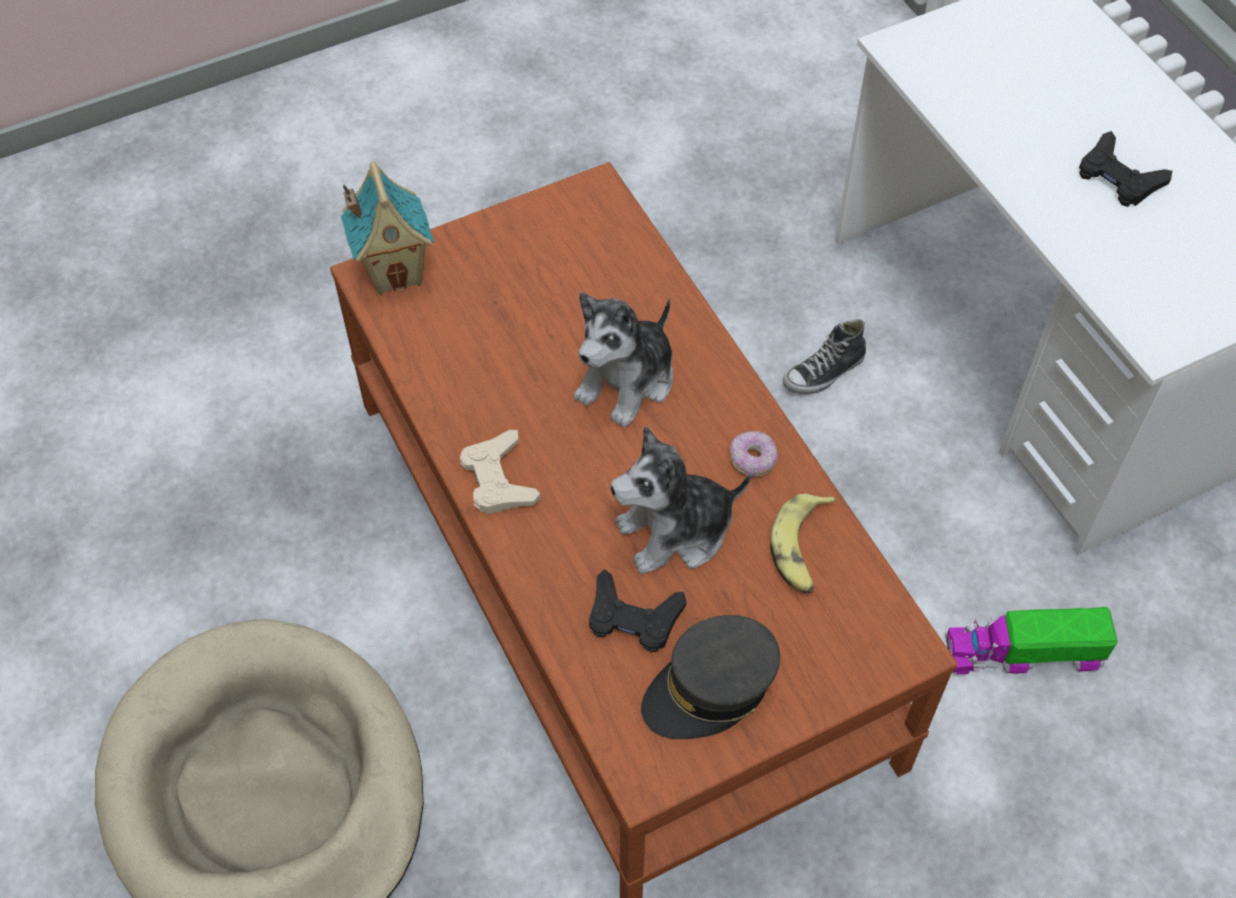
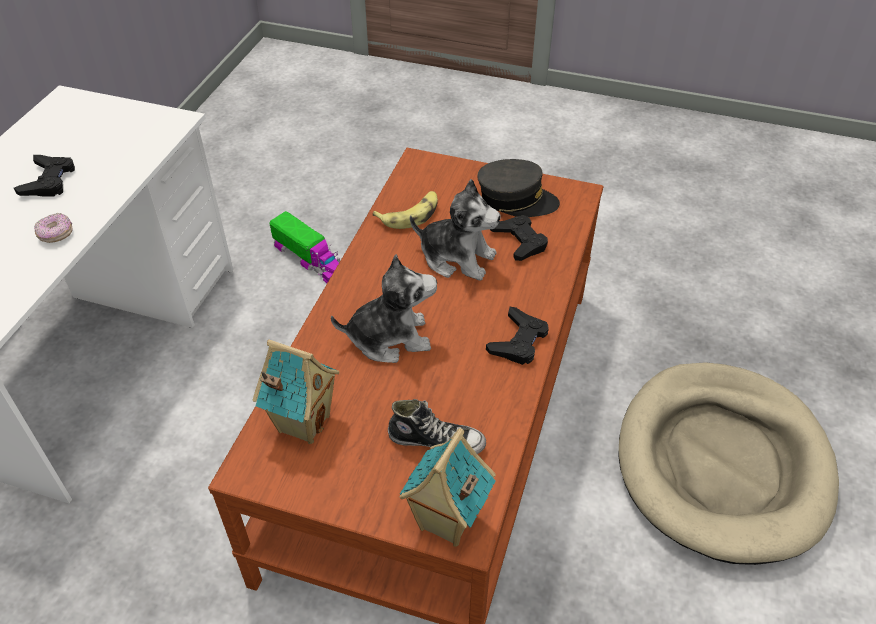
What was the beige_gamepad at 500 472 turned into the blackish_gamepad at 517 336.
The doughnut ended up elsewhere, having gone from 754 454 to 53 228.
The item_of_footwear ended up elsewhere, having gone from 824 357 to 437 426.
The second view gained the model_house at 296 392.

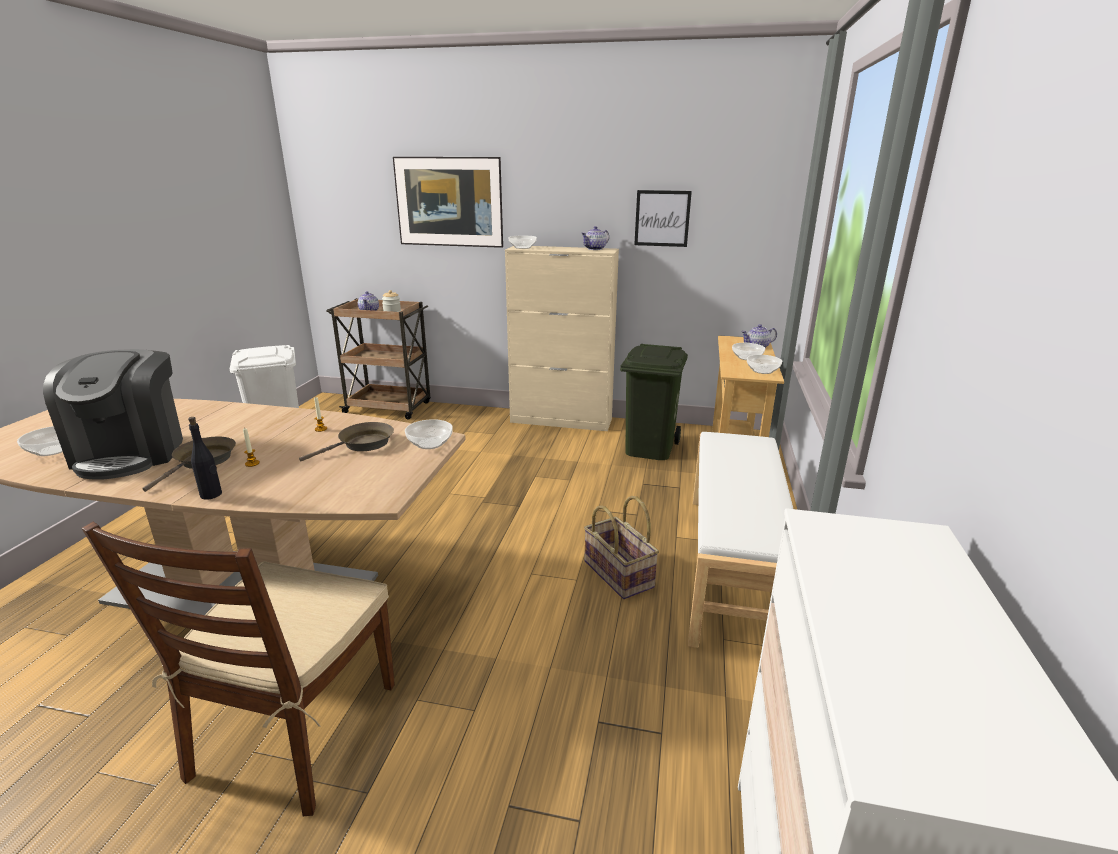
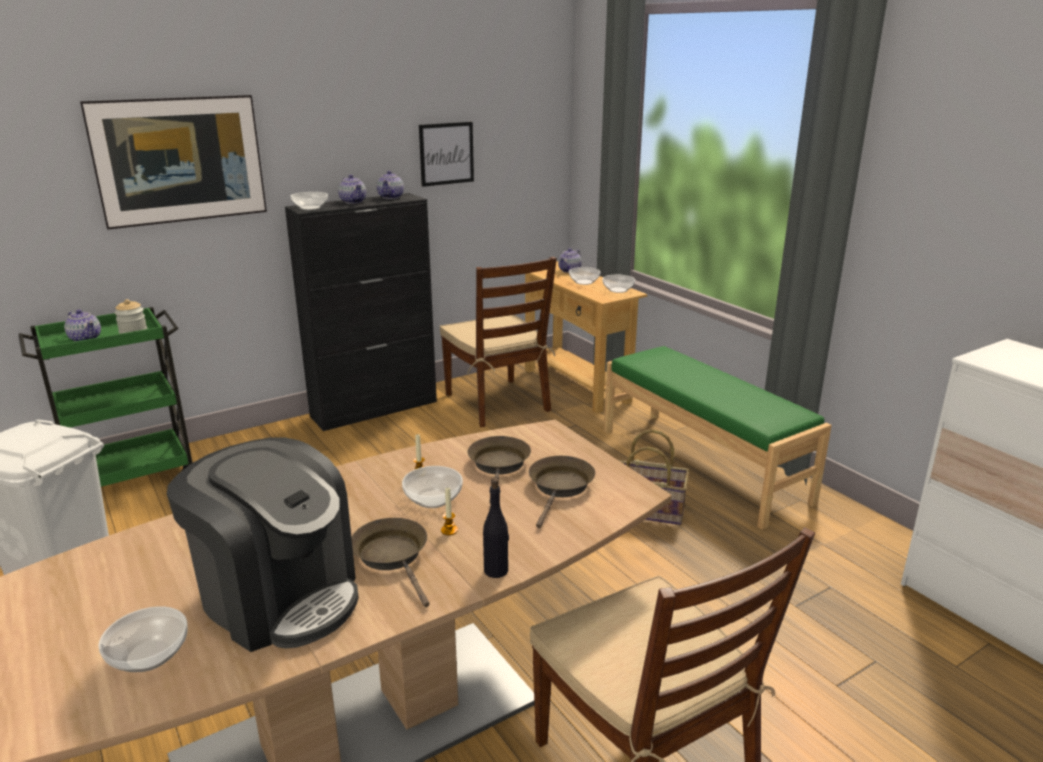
What was the brownish_wheeled_cart at 378 358 turned into the greenish_wheeled_cart at 105 397.
The deep_dish ended up elsewhere, having gone from 429 434 to 432 487.
What was the beige_cabinet at 562 338 turned into the blackish_cabinet at 361 312.
Where the greenish_waste_bin stood at 654 402, the brownish_plain_chair came to stand at 498 342.
What was the white_bench at 740 540 turned into the greenish_bench at 718 437.
The second view gained the teapot at 352 189.
The second view gained the brownish_skillet at 562 492.

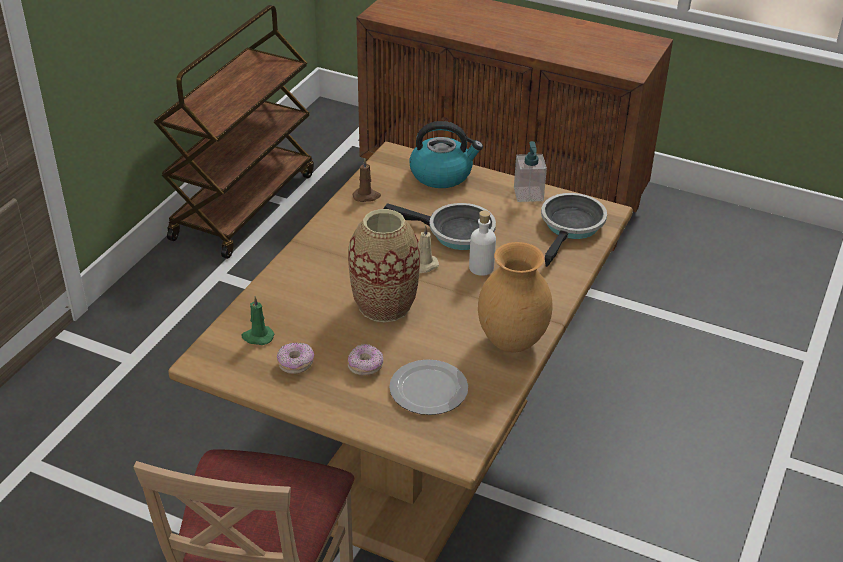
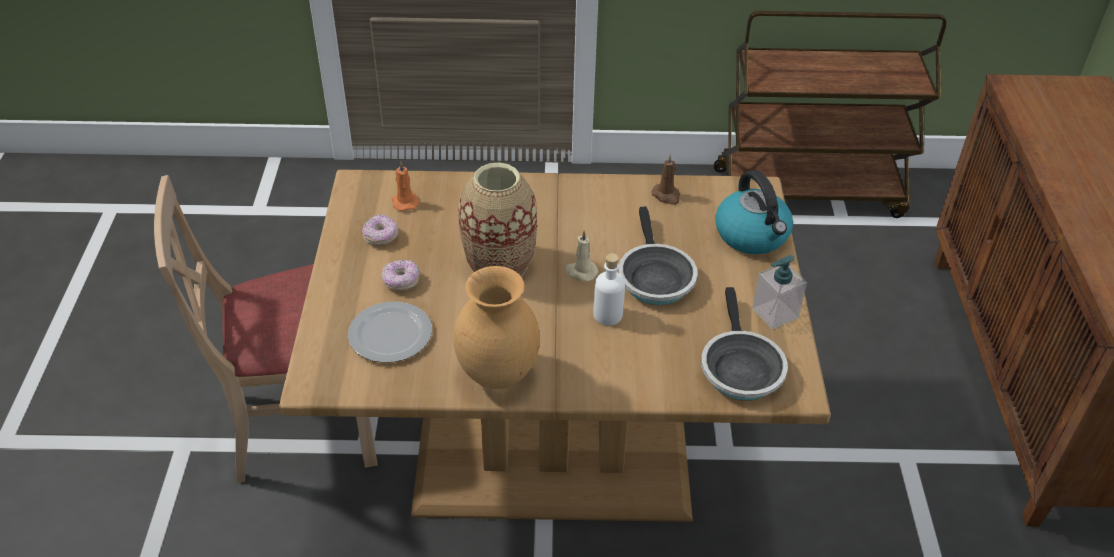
What was the greenish_wax_candle at 257 320 turned into the orangey_wax_candle at 406 186.
The skillet at 574 230 ended up facing another way, 90 degrees clockwise from before.

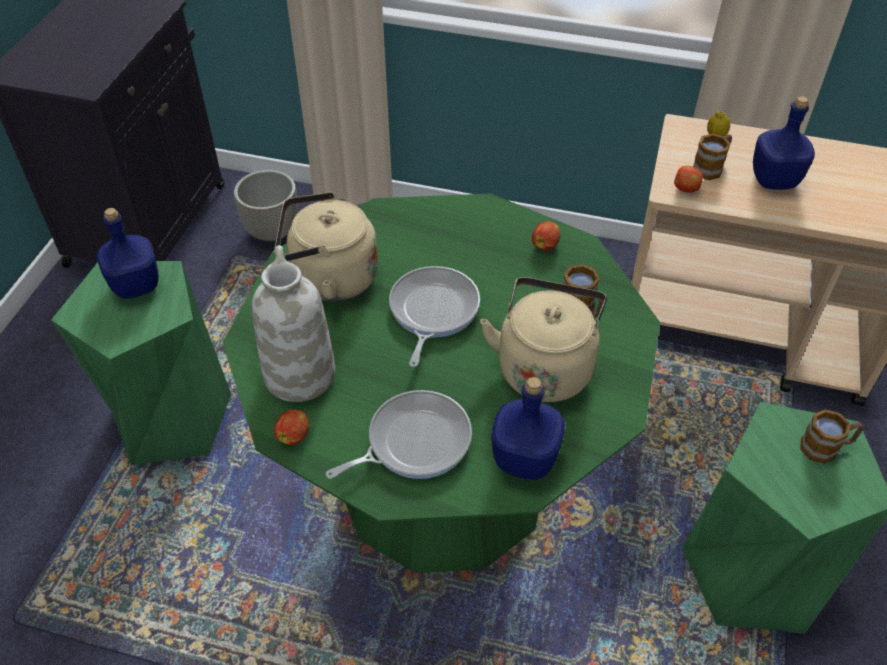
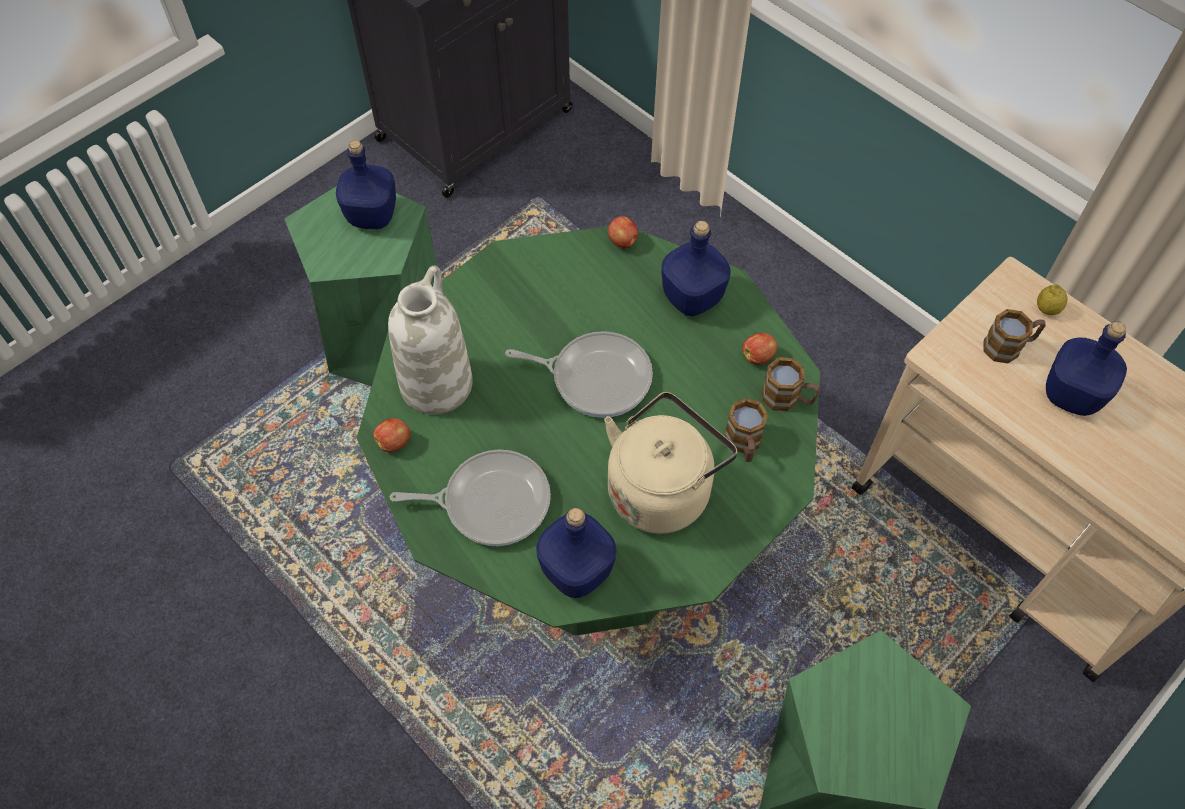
The second view lost the grey_flower_pot at 266 206.
The second view lost the beige_water_kettle at 326 247.
The skillet at 434 316 ended up facing another way, 60 degrees clockwise from before.
The apple_fruit ended up elsewhere, having gone from 688 179 to 623 232.
The tea_mug ended up elsewhere, having gone from 831 436 to 791 384.
The second view gained the blue_bottle at 696 268.

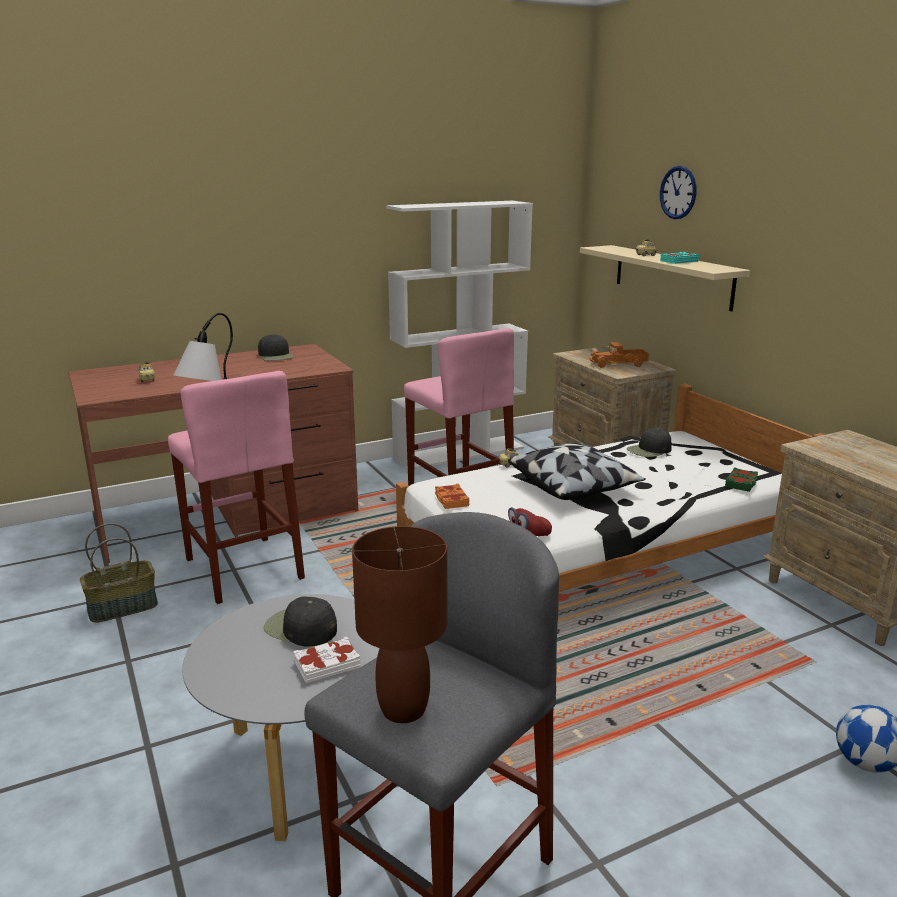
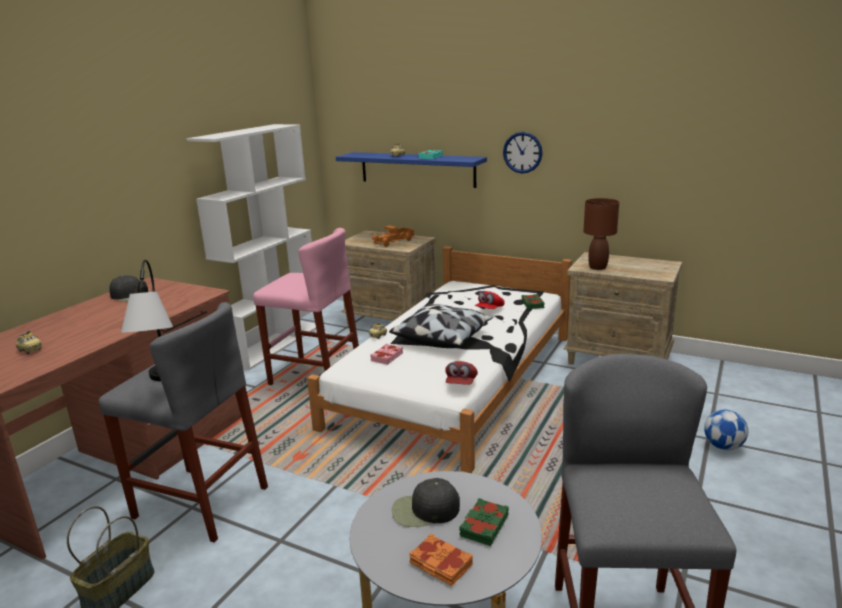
What was the pink_stool_seat at 236 487 turned into the grey_stool_seat at 183 422.
What was the white_bound_book at 327 660 turned into the greenish_bound_book at 484 522.
The brownish_tabletop_lamp ended up elsewhere, having gone from 399 624 to 601 234.
The orangey_bound_book ended up elsewhere, having gone from 452 496 to 441 559.
What was the beige_shelf at 665 278 turned into the blue_shelf at 411 170.
The second view lost the blackish_baseball_cap at 649 442.
The clock_on_the_wall ended up elsewhere, having gone from 678 192 to 523 152.
The second view gained the pink_bound_book at 386 354.
The second view gained the reddish_baseball_cap at 490 300.

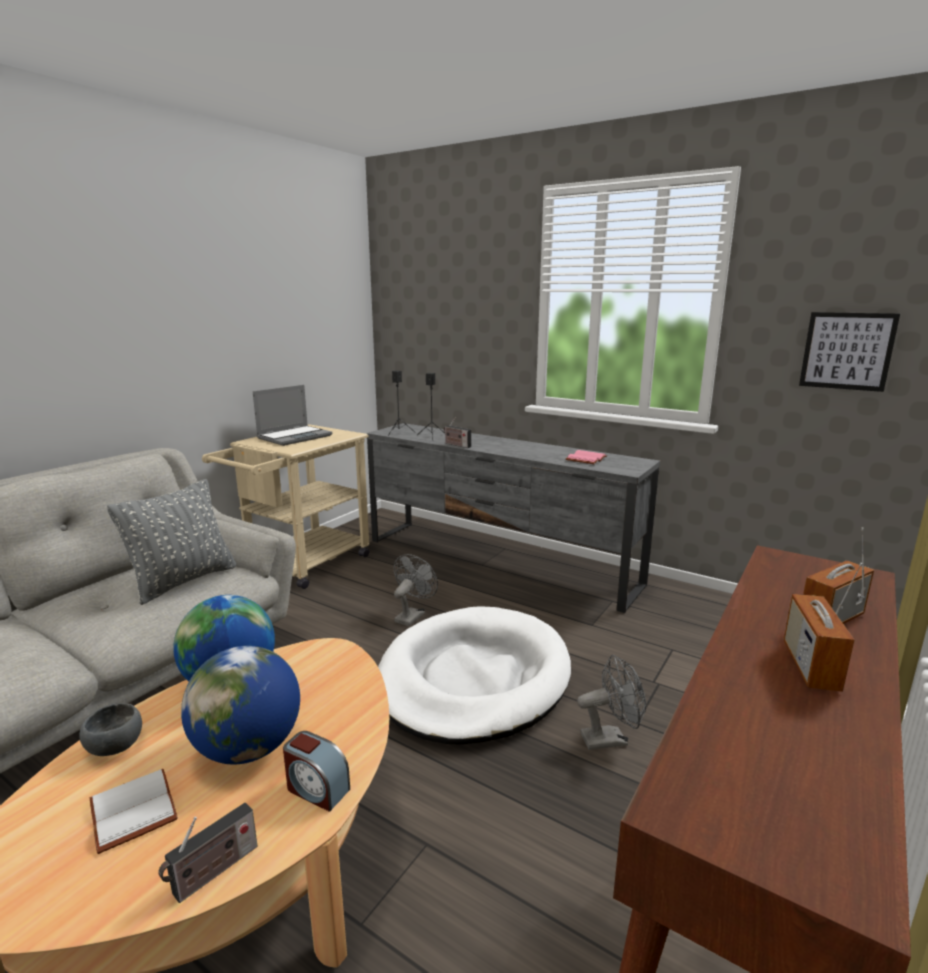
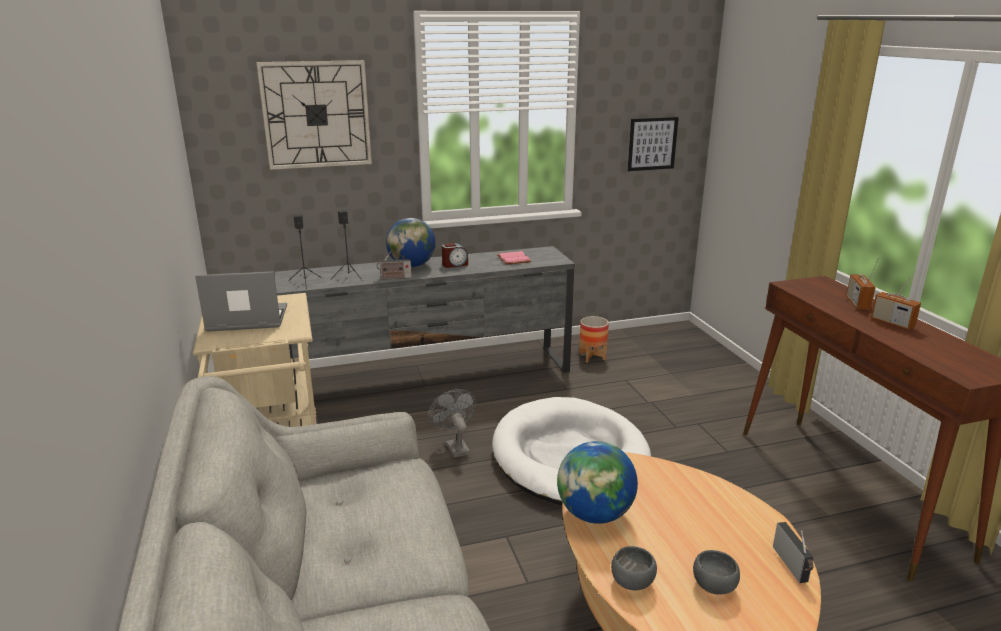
Where the white_bound_book stood at 134 811, the grey_deep_dish came to stand at 716 572.
The second view lost the grey_pillow at 171 542.
The desk_globe ended up elsewhere, having gone from 240 705 to 411 242.
The notebook_computer at 292 415 ended up facing another way, 90 degrees counterclockwise from before.
The table_clock ended up elsewhere, having gone from 316 771 to 455 255.
The second view lost the grey_electric_fan at 611 702.
The second view gained the clock_on_the_wall at 314 115.
The second view gained the flower_pot at 594 339.

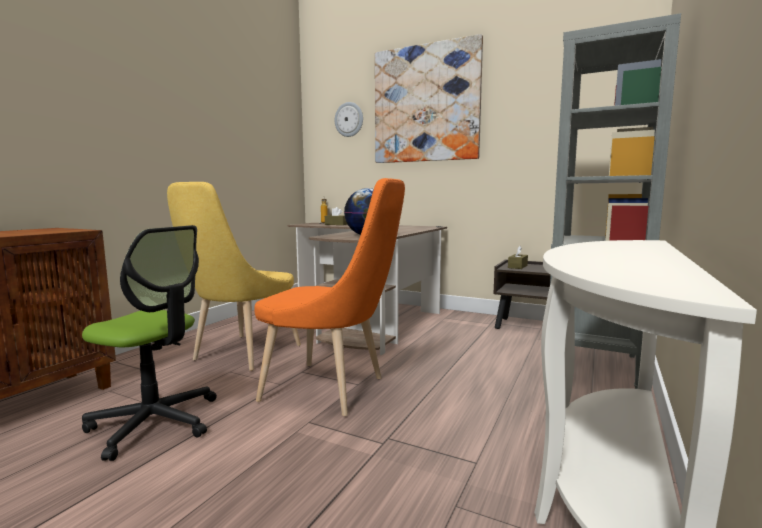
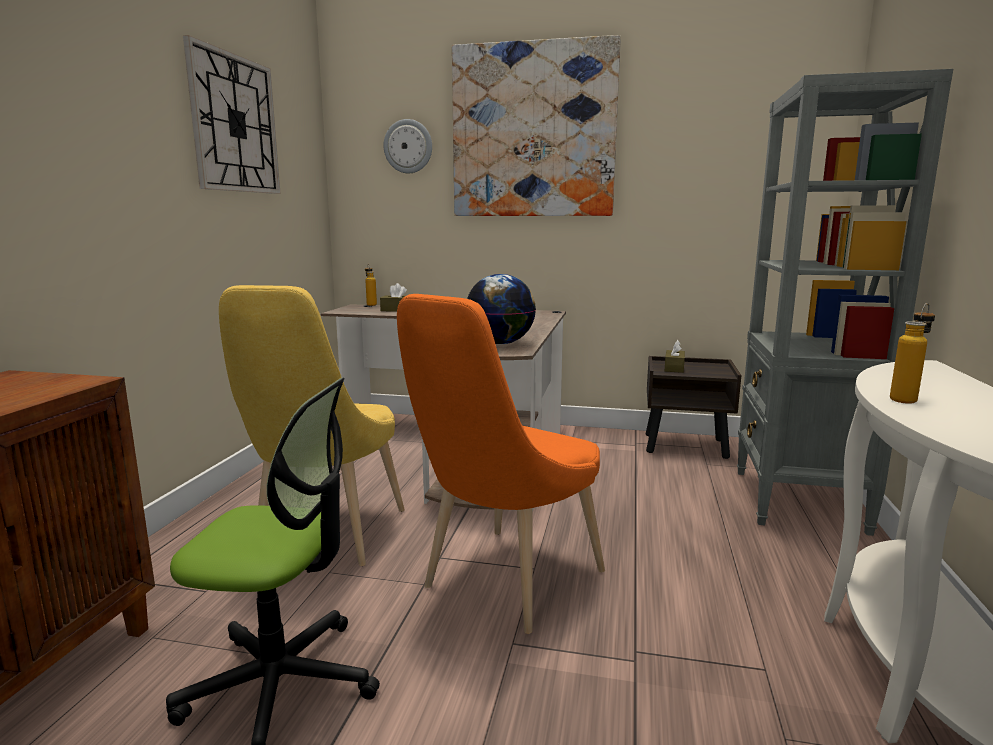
The orangey_plain_chair at 329 297 ended up facing another way, 120 degrees clockwise from before.
The second view gained the clock_on_the_wall at 232 114.
The second view gained the bottle at 912 353.

